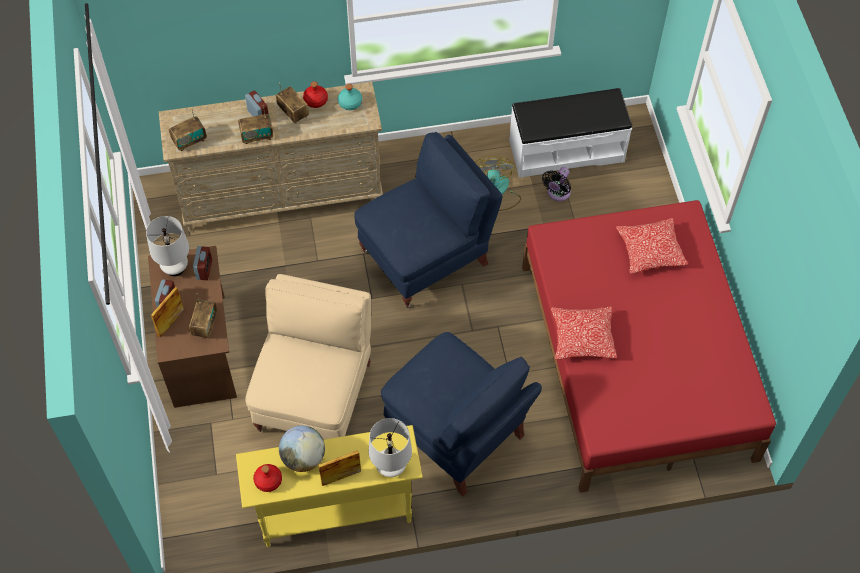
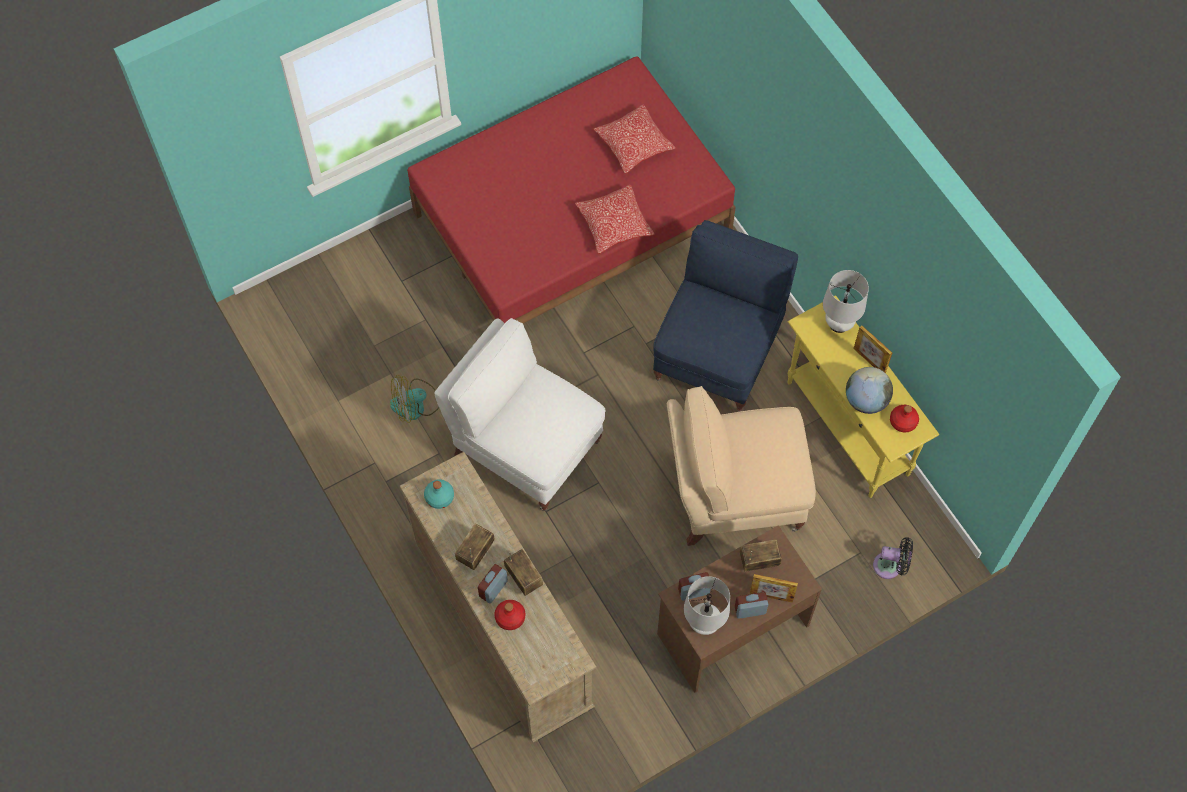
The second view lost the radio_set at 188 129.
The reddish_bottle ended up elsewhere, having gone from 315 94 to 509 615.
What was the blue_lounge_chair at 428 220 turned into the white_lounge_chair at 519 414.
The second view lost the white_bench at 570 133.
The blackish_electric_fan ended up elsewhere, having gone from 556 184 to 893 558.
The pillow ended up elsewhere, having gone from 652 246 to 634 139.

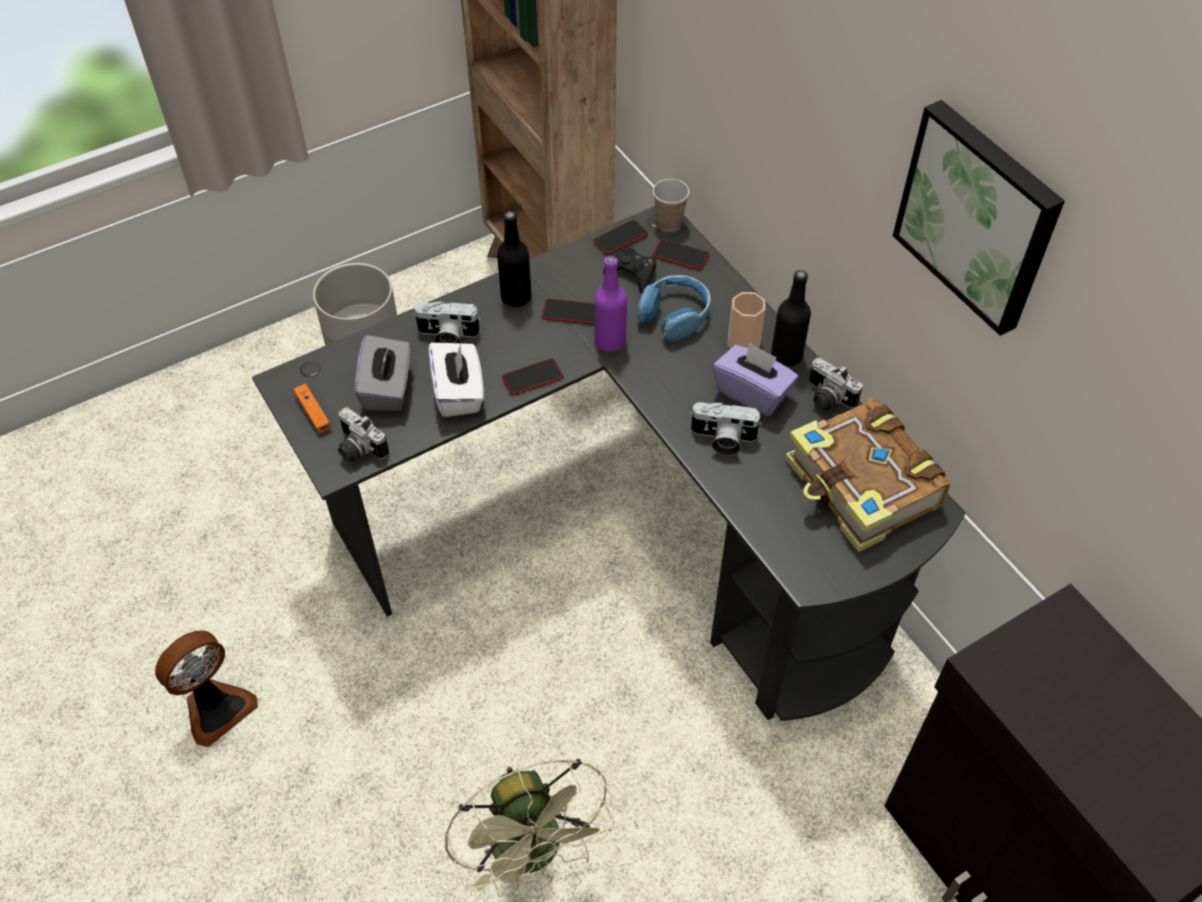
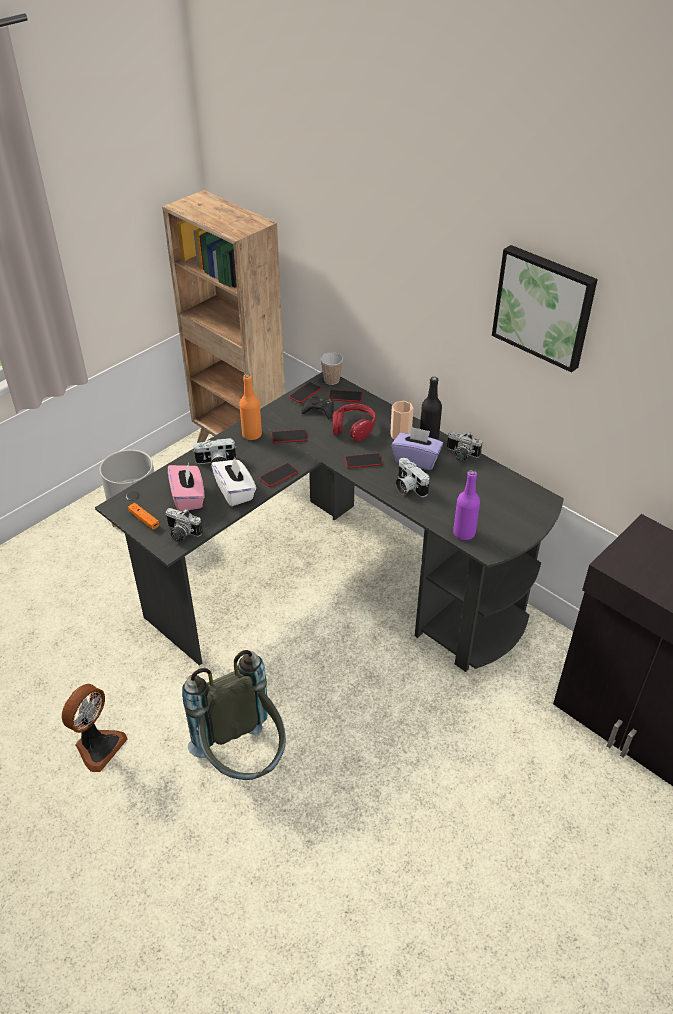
What was the grey_box_of_tissues at 382 373 turned into the pink_box_of_tissues at 186 487.
The second view lost the greenish_electric_fan at 529 828.
What was the blackish_bottle at 514 259 turned into the orangey_bottle at 250 407.
The purple_bottle ended up elsewhere, having gone from 610 304 to 466 505.
What was the blue_headphones at 674 308 turned into the reddish_headphones at 354 422.
The photo_camera at 726 429 ended up facing another way, 60 degrees clockwise from before.
The second view lost the bound_book at 867 475.
The second view gained the grey_knapsack at 234 715.
The second view gained the handset at 364 460.

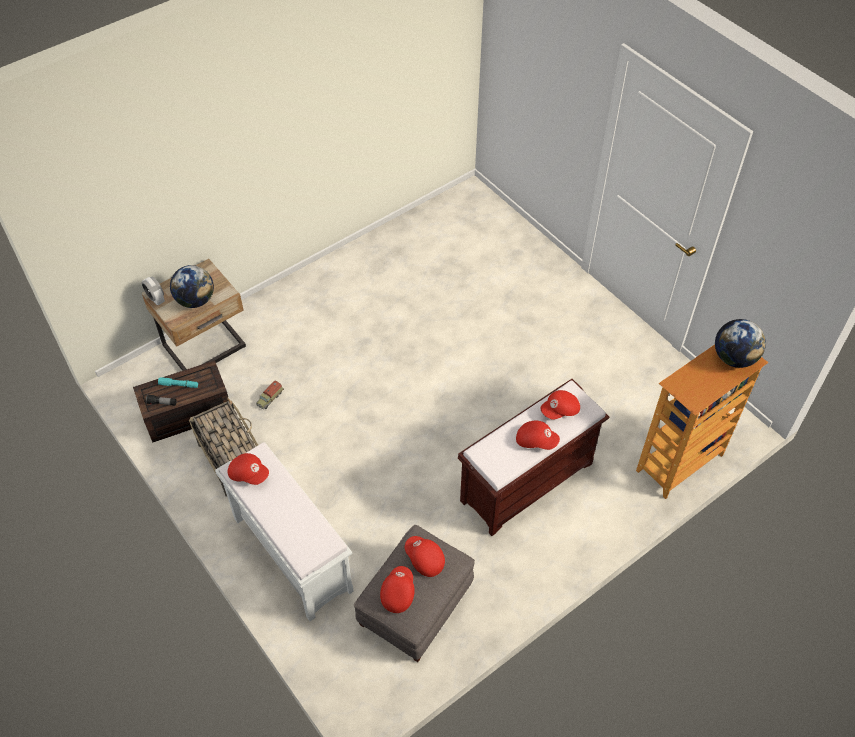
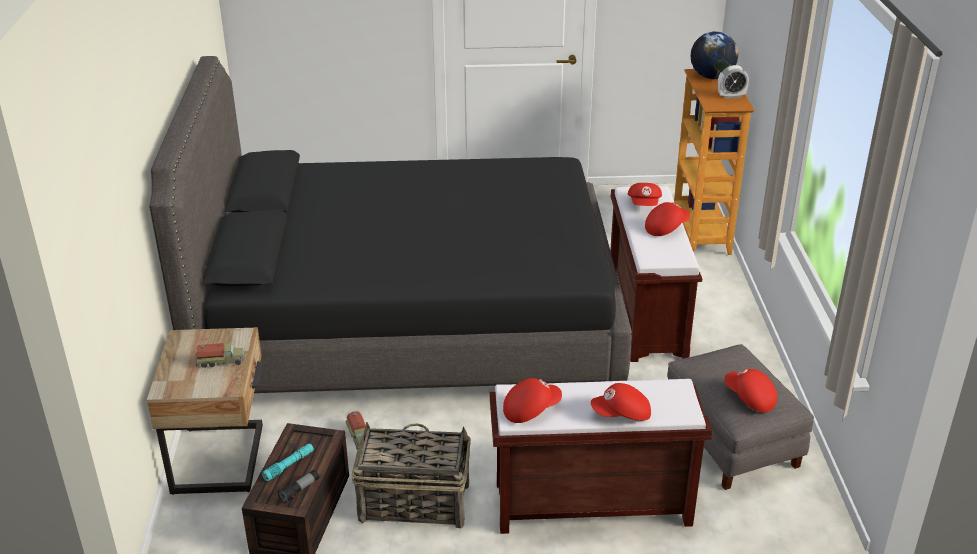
The table_clock ended up elsewhere, having gone from 153 291 to 733 82.
Where the desk_globe stood at 192 286, the toy_truck came to stand at 220 355.
What was the white_bench at 284 532 turned into the brownish_bench at 600 456.
The reddish_baseball_cap ended up elsewhere, having gone from 425 556 to 621 402.
The second view gained the blackish_sleeping_bed at 390 224.

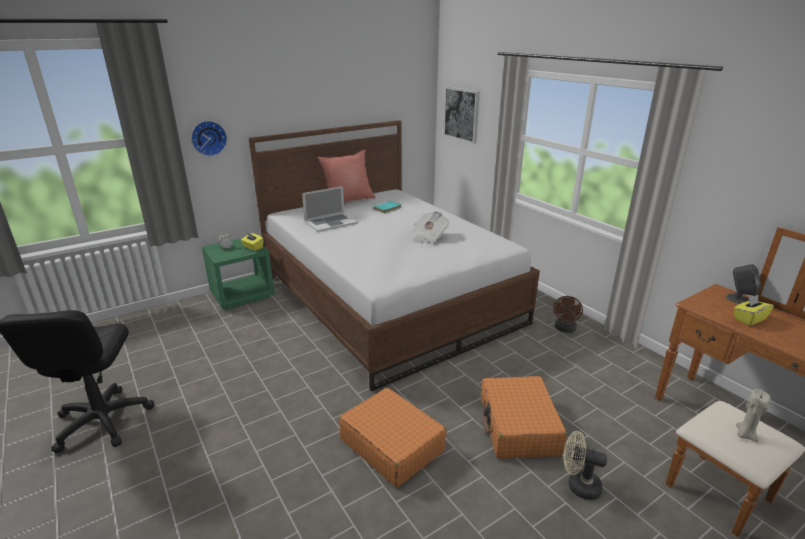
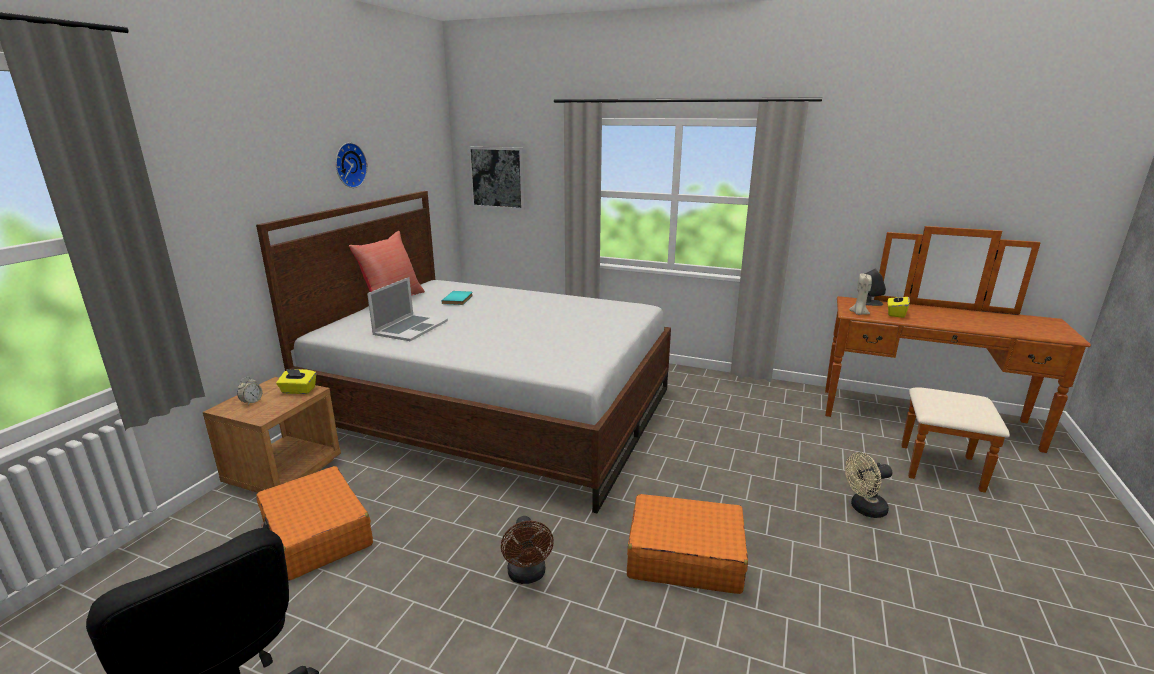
The clock_on_the_wall ended up elsewhere, having gone from 209 138 to 351 165.
What was the greenish_nightstand at 238 274 turned into the brownish_nightstand at 272 435.
The second view lost the printed_paper at 431 227.
The orangey_travel_case ended up elsewhere, having gone from 524 417 to 314 523.
The brownish_electric_fan ended up elsewhere, having gone from 568 314 to 527 550.
The beige_wax_candle ended up elsewhere, having gone from 753 415 to 860 294.

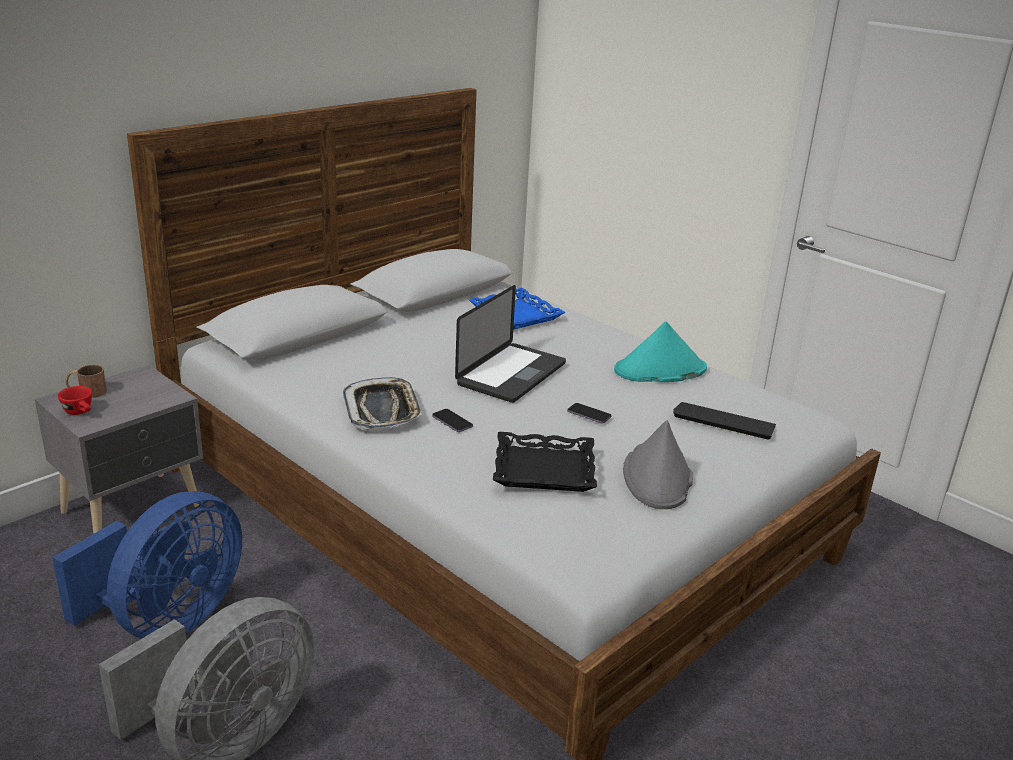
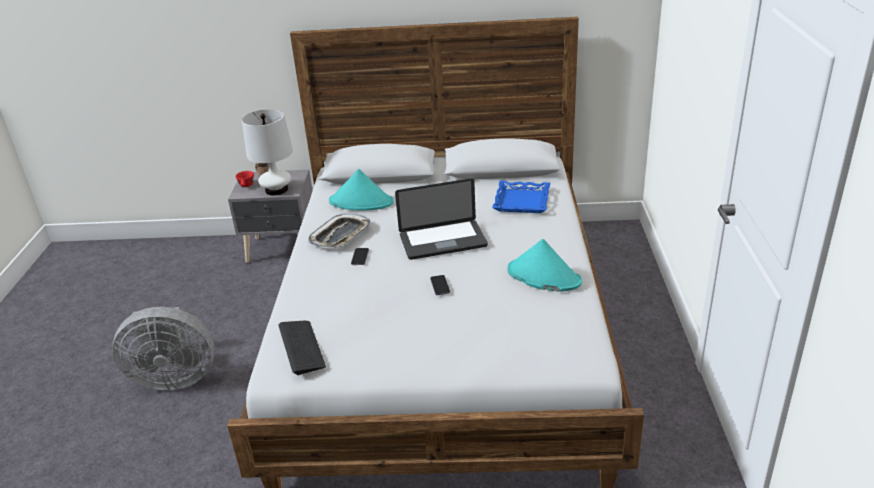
The second view lost the blue_electric_fan at 147 565.
The second view lost the blackish_tray at 545 462.
The second view lost the grey_wearable_hat at 658 464.
The computer_keyboard ended up elsewhere, having gone from 724 421 to 302 348.
The second view gained the white_tabletop_lamp at 267 152.
The second view gained the turquoise-coloured_wearable_hat at 361 189.

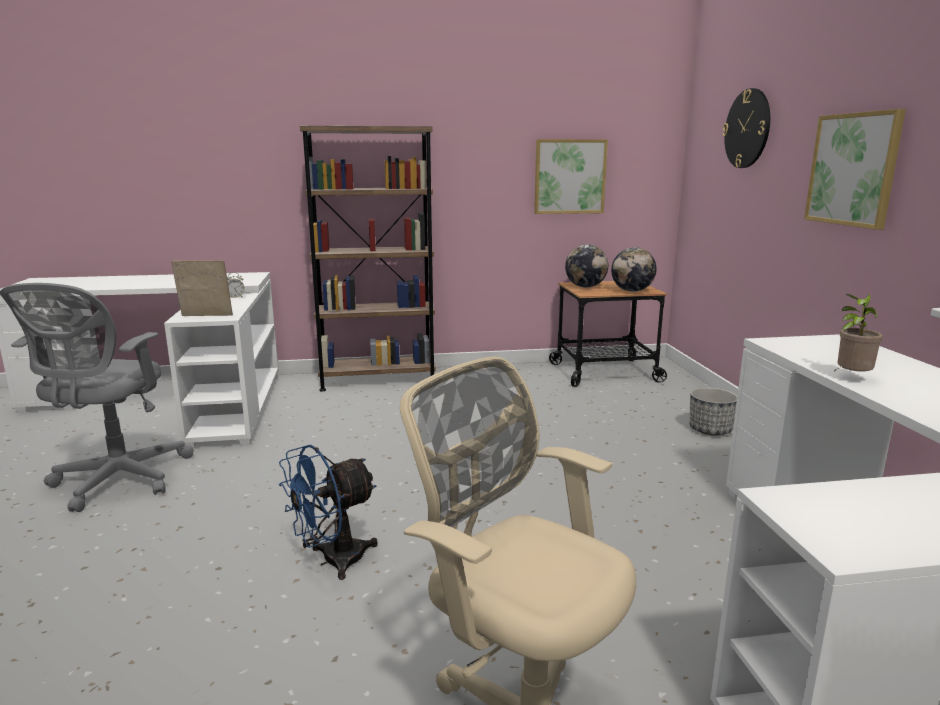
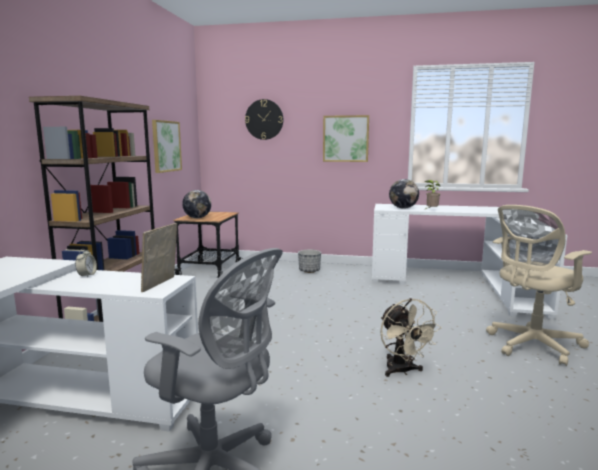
What was the blue_electric_fan at 328 512 turned into the beige_electric_fan at 411 337.
The desk_globe ended up elsewhere, having gone from 634 269 to 404 194.

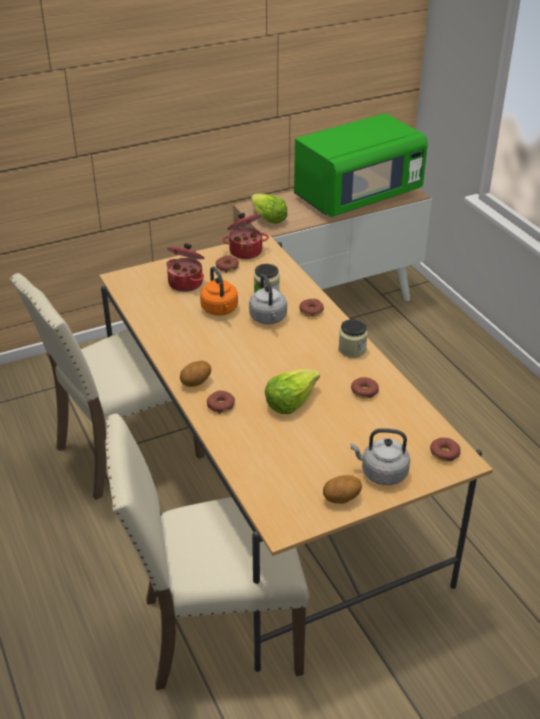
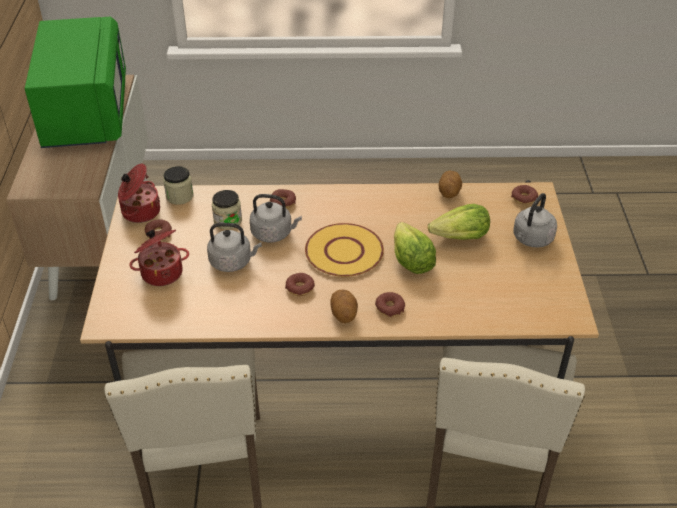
What was the orangey_water_kettle at 219 291 turned into the grey_water_kettle at 234 247.
The lettuce ended up elsewhere, having gone from 269 209 to 459 222.
The spud ended up elsewhere, having gone from 342 489 to 450 184.
The jar ended up elsewhere, having gone from 353 338 to 178 185.
The doughnut ended up elsewhere, having gone from 365 387 to 300 284.
The second view gained the yellow-coloured_plate at 344 250.

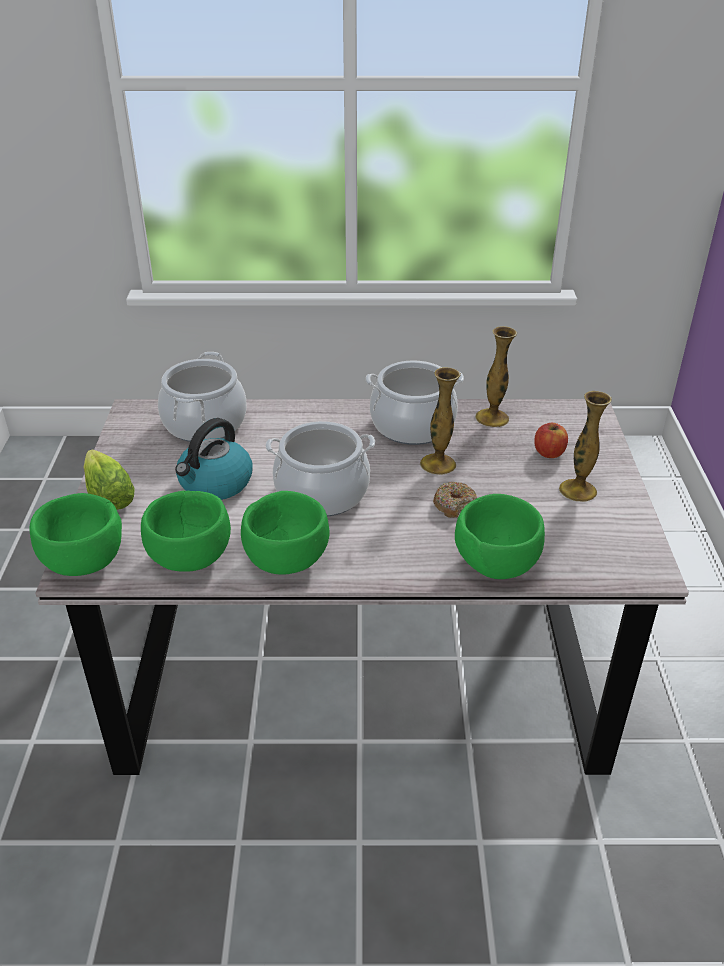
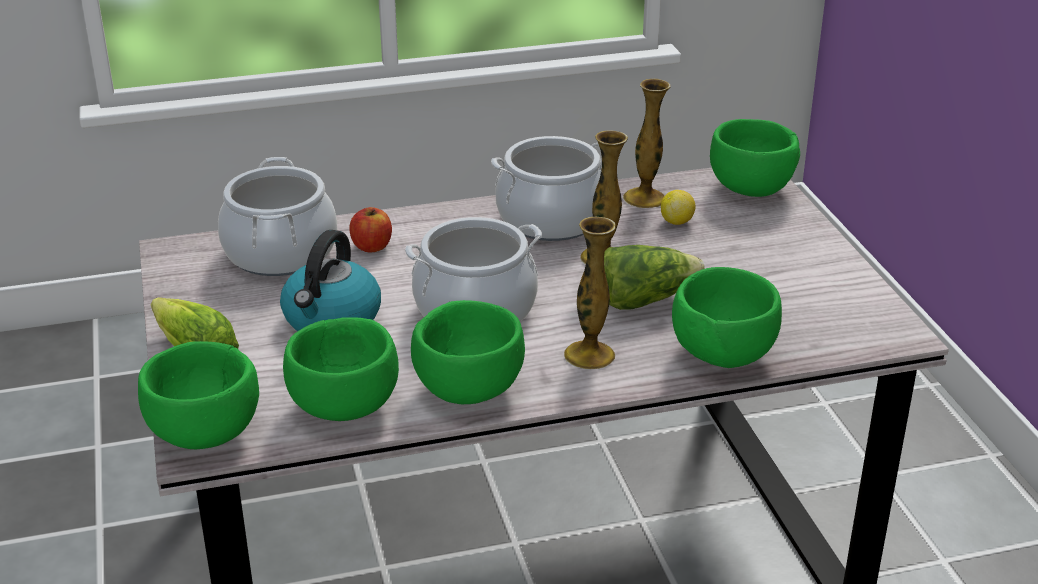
Where the doughnut stood at 455 500, the lettuce came to stand at 654 277.
The apple_fruit ended up elsewhere, having gone from 551 440 to 370 229.
The vase ended up elsewhere, having gone from 585 446 to 590 293.
The second view gained the whole_lemon at 678 207.
The second view gained the greenish_deep_dish at 755 158.

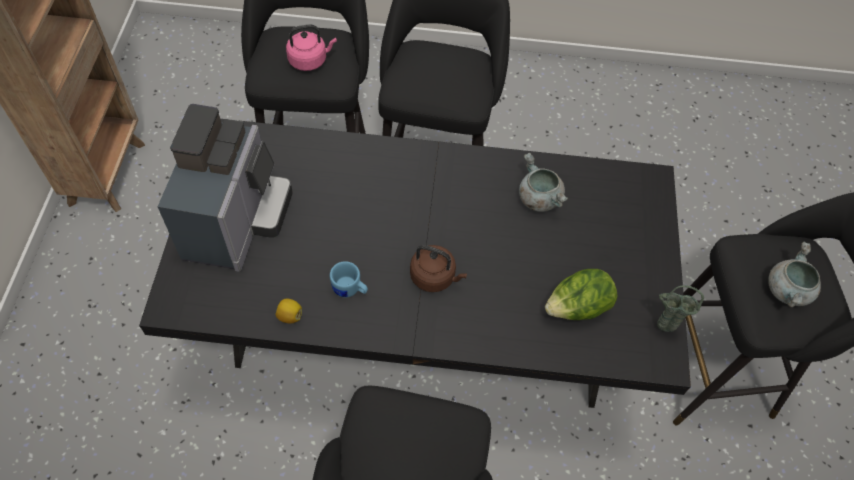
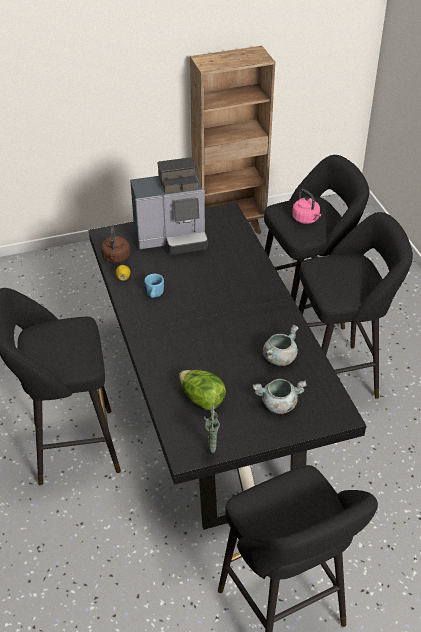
The brownish_water_kettle ended up elsewhere, having gone from 438 268 to 115 244.
The grey_stockpot ended up elsewhere, having gone from 794 274 to 279 396.

